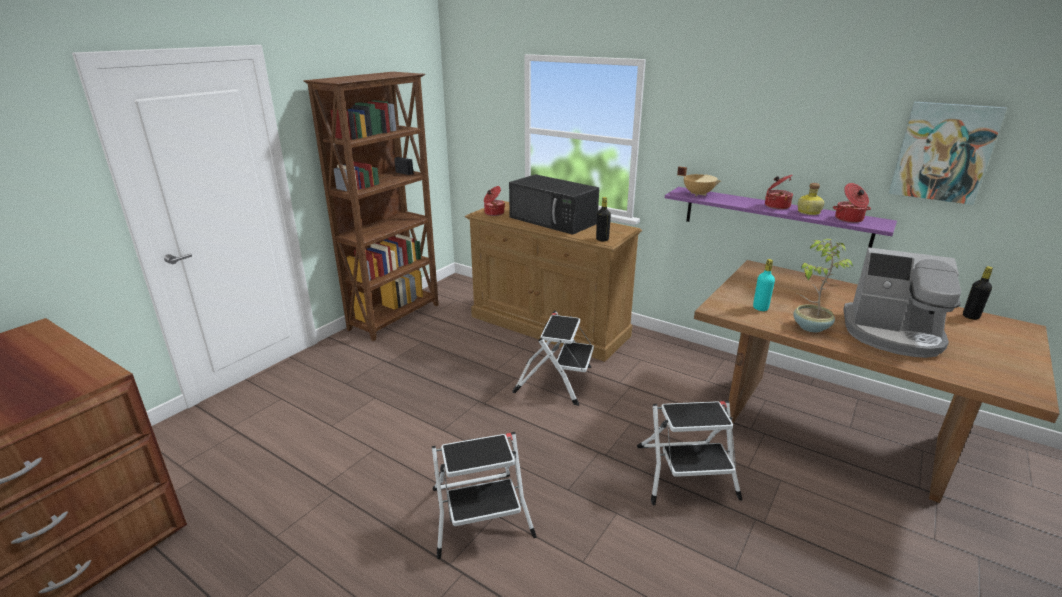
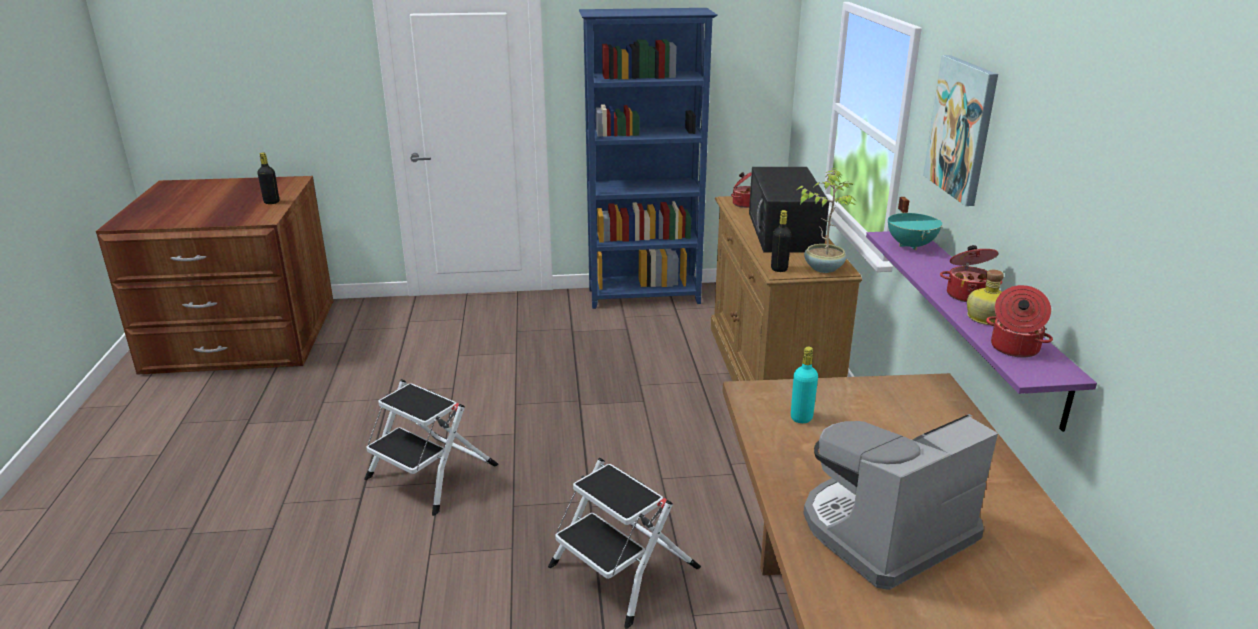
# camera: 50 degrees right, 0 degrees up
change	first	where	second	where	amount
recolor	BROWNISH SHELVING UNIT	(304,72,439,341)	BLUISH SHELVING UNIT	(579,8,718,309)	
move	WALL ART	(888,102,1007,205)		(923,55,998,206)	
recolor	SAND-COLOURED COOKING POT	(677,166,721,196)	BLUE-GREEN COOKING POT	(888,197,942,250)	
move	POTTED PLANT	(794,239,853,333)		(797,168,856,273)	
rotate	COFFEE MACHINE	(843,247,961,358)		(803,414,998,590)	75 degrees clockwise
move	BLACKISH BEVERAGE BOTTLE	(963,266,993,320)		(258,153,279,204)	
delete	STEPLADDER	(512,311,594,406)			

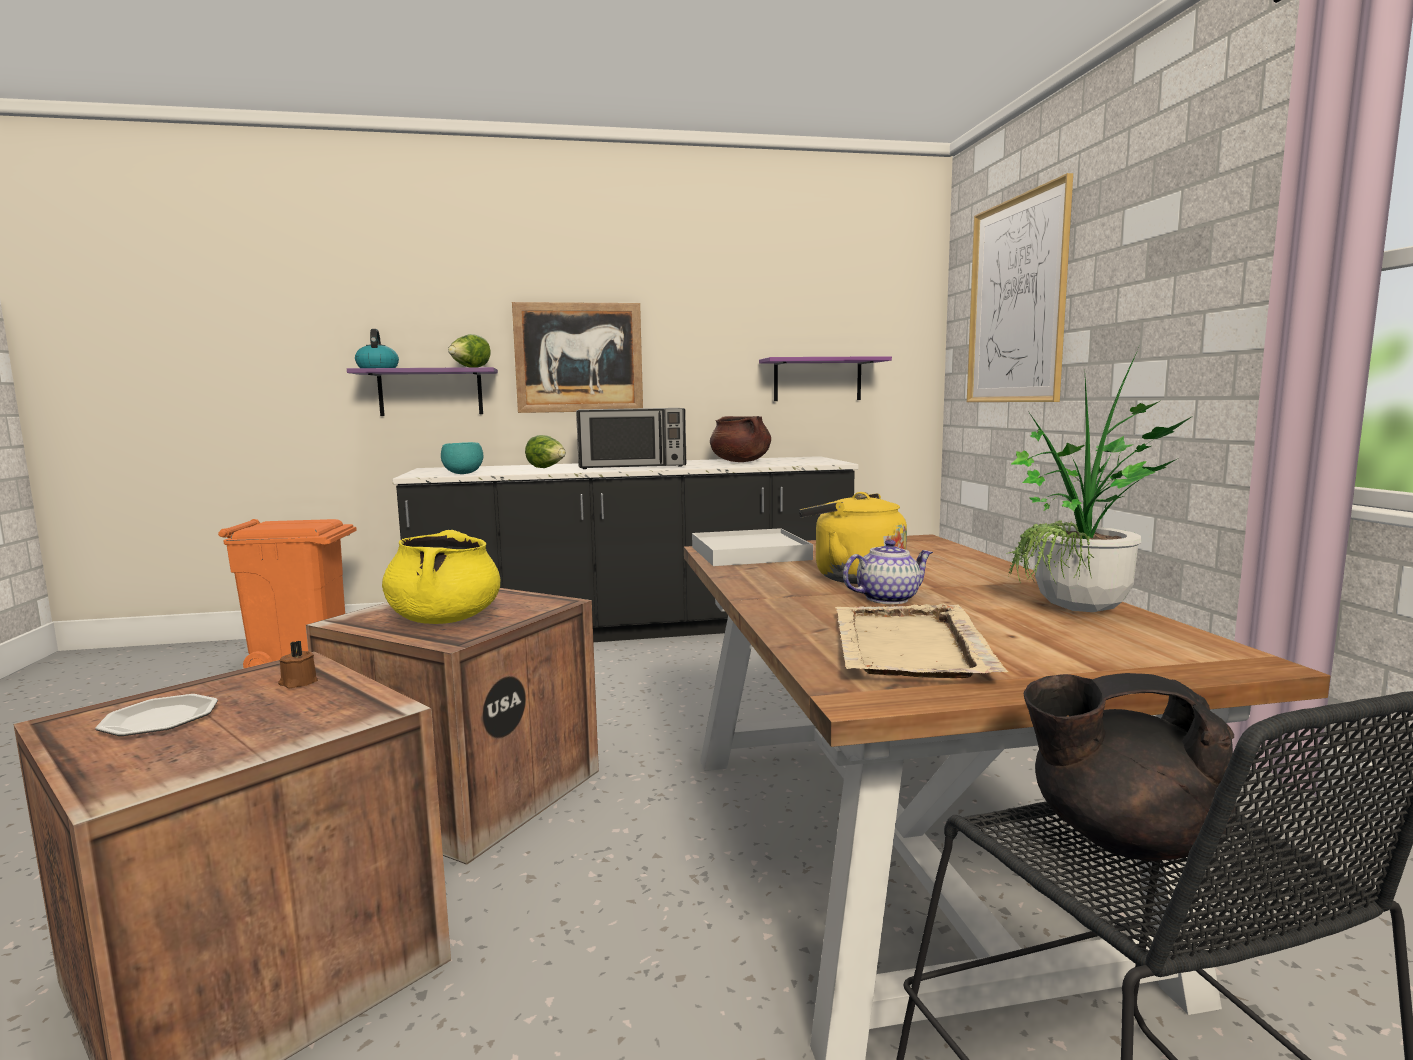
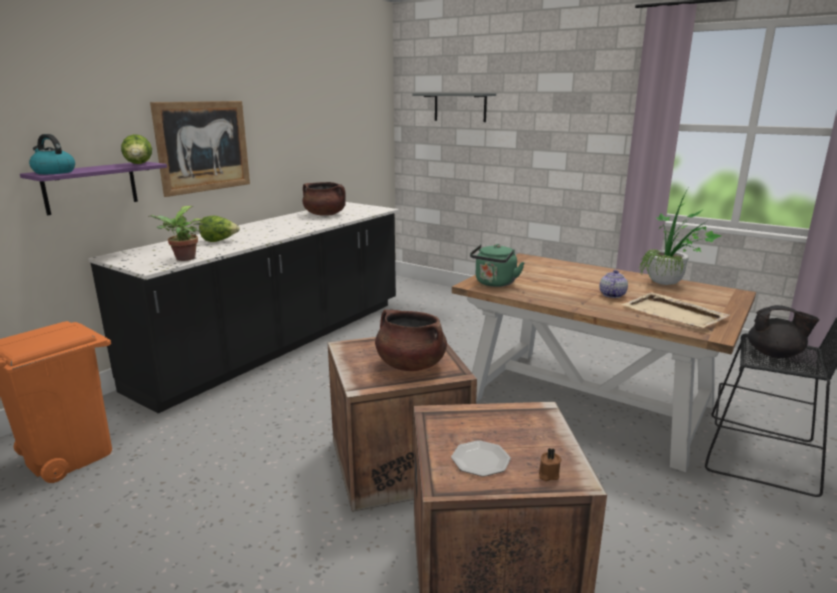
# camera: 45 degrees left, 10 degrees up
change	first	where	second	where	amount
replace	WALL ART	(967,173,1073,402)	GREY WALL SHELF	(412,93,496,122)	
delete	PURPLE WALL SHELF	(759,356,892,401)			
delete	KITCHEN MICROWAVE	(576,408,686,469)			
replace	BLUE-GREEN SERVING BOWL	(441,442,483,474)	POTTED PLANT	(148,206,203,261)	
delete	YELLOW KETTLE	(799,492,907,584)			
replace	WHITISH CARRYING TRAY	(692,528,813,566)	GREENISH KETTLE	(470,244,525,287)	
recolor	YELLOW COOKING POT	(382,530,500,624)	BROWNISH COOKING POT	(375,309,447,371)	
move	BROWNISH WAX LIGHT	(278,641,318,688)		(539,448,562,481)	
rotate	BLACKISH TEA POT	(1024,673,1236,861)		(748,305,820,358)	120 degrees counterclockwise

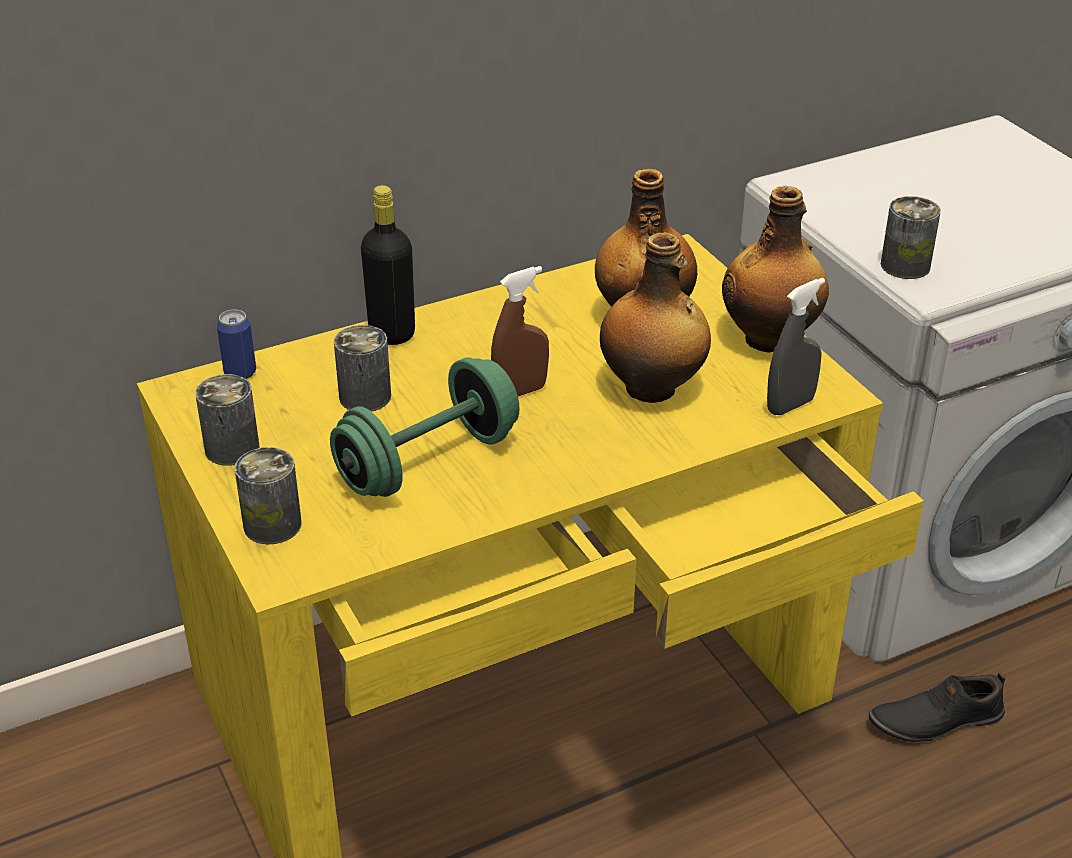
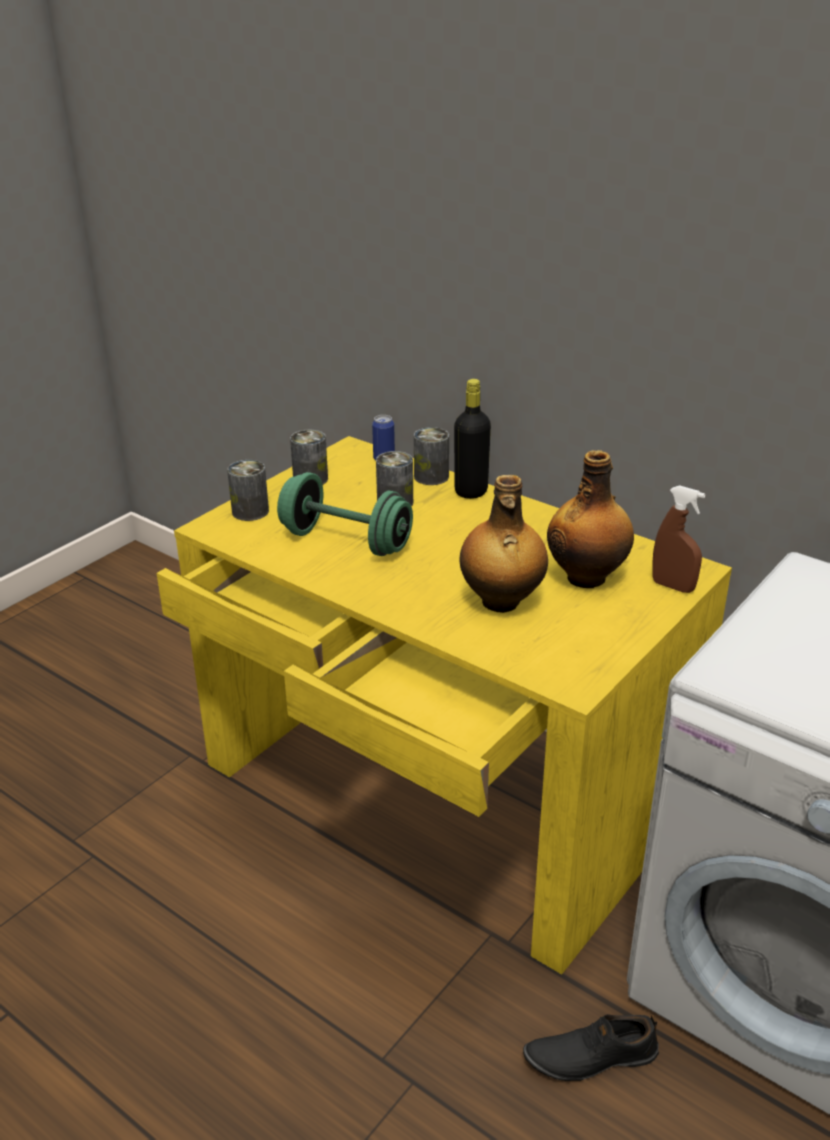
# camera: 65 degrees right, 5 degrees down
change	first	where	second	where	amount
delete	BEVERAGE BOTTLE	(722,186,829,353)			
move	SEALED CAN	(881,196,941,279)		(414,427,449,485)	
move	BROWNISH SPRAYER	(491,266,549,396)		(652,485,705,593)	
delete	GREY SPRAYER	(767,278,825,415)			
rotate	BLACKISH LOW SHOE	(869,672,1005,742)		(523,1014,659,1081)	60 degrees counterclockwise

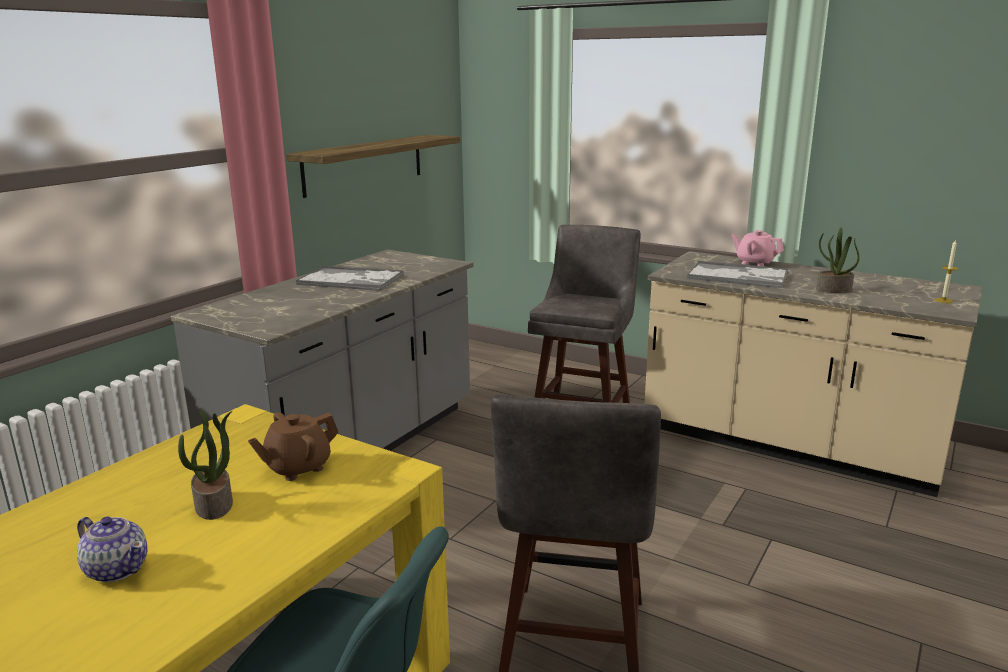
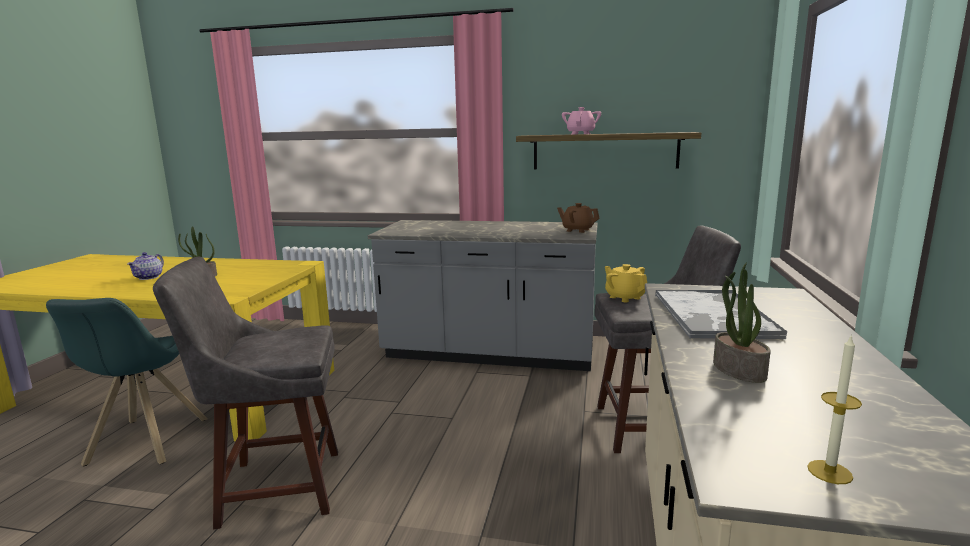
# camera: 70 degrees right, 5 degrees down
change	first	where	second	where	amount
move	PINK TEA POT	(731,230,784,267)		(562,107,601,135)	
delete	CARRYING TRAY	(296,266,404,291)			
move	BROWNISH TEA POT	(248,412,339,481)		(557,203,600,233)	
insert			YELLOW TEA POT	(605,264,647,302)	

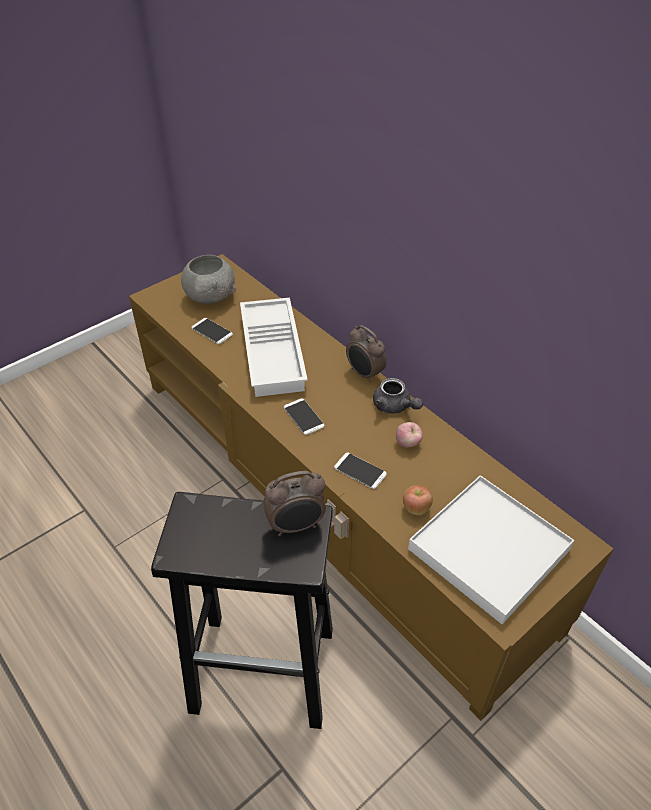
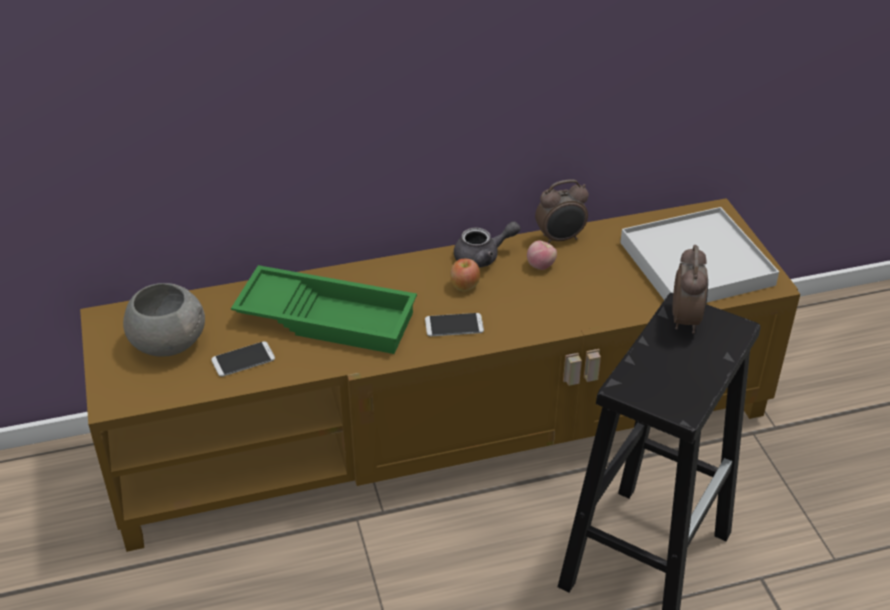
# camera: 65 degrees left, 5 degrees down
change	first	where	second	where	amount
recolor	WHITISH CARRYING TRAY	(240,297,308,397)	GREENISH CARRYING TRAY	(231,265,417,354)	
move	BEDSIDE CLOCK	(346,325,386,383)		(535,179,589,243)	
delete	PHONE	(334,452,387,489)			
move	APPLE FRUIT	(403,485,433,515)		(450,259,480,291)	

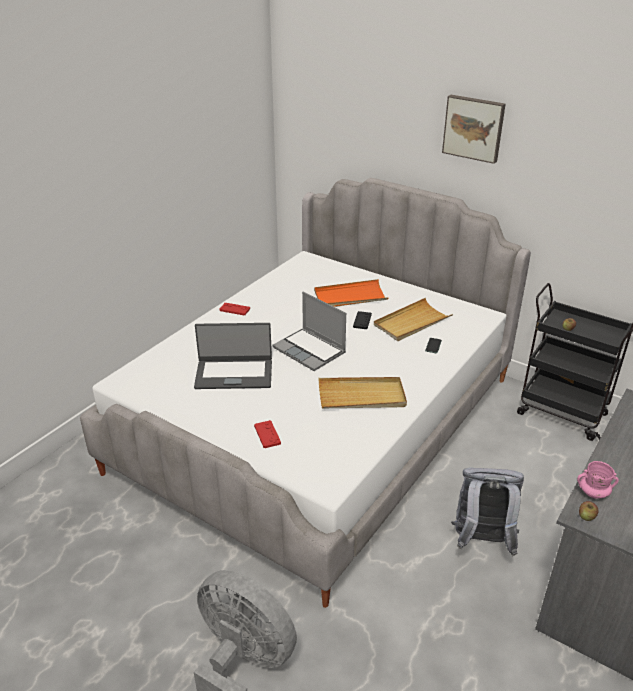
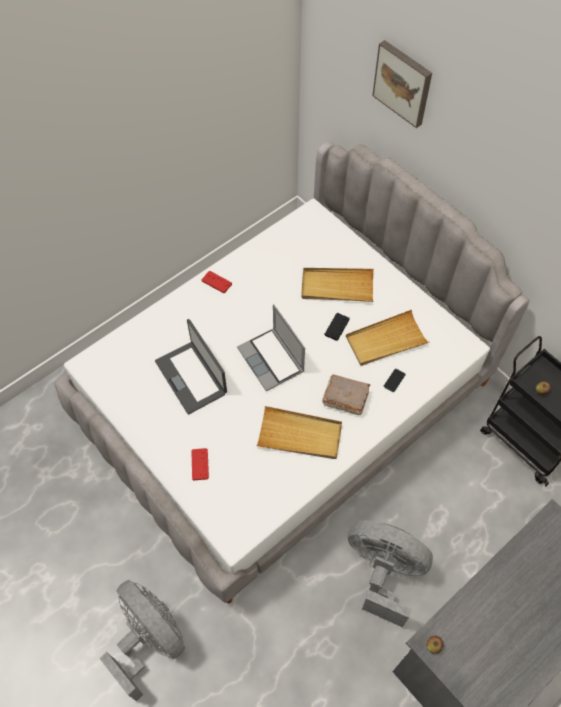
# camera: 15 degrees right, 25 degrees up
change	first	where	second	where	amount
move	WALL ART	(442,95,506,164)		(372,40,432,128)	
recolor	ORANGE CARRYING TRAY	(314,279,388,307)	SAND-COLOURED CARRYING TRAY	(301,268,374,302)	
rotate	PORTABLE COMPUTER	(194,323,272,389)		(155,319,227,414)	45 degrees clockwise
delete	PINK COFFEE MUG	(577,461,619,499)			
replace	GREY BACKPACK	(451,467,524,556)	GREY FAN	(348,520,433,627)	
insert			BROWNISH VOLUME	(322,374,370,415)	

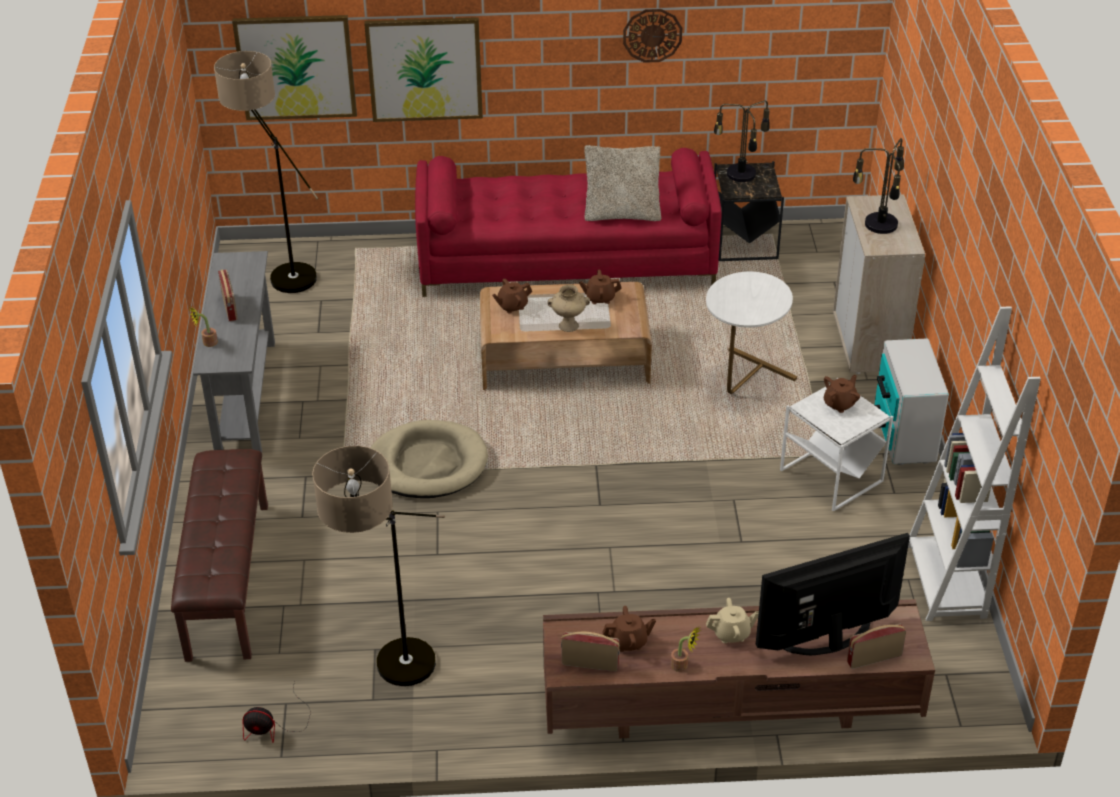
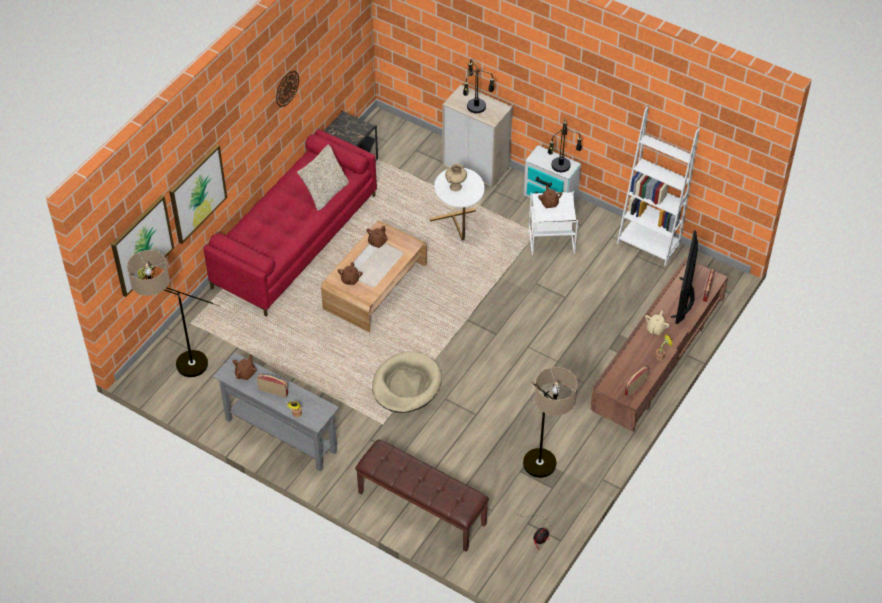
# camera: 55 degrees left, 10 degrees up
change	first	where	second	where	amount
move	TABLETOP LAMP	(714,101,770,182)		(548,118,582,172)	
move	SAND-COLOURED DECORATIVE VASE	(548,284,590,332)		(445,164,467,191)	
move	BROWNISH TEA POT	(603,606,656,652)		(233,354,257,380)	

